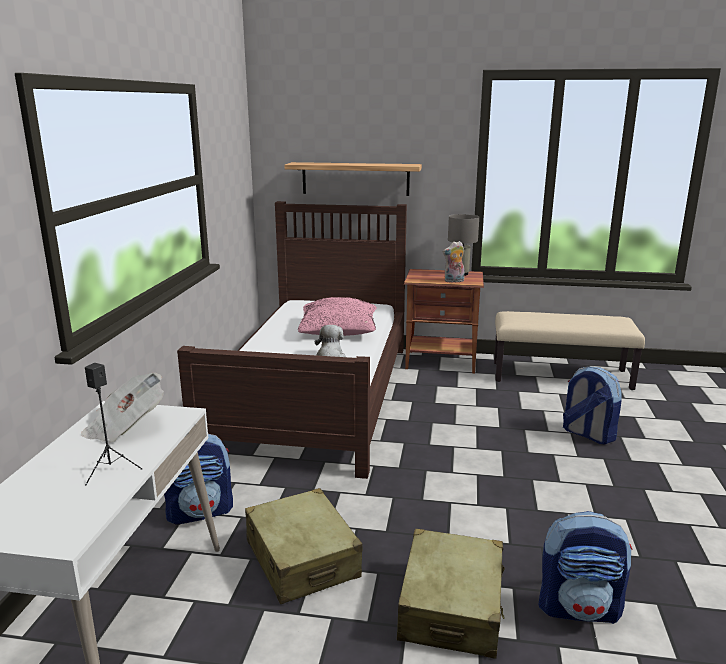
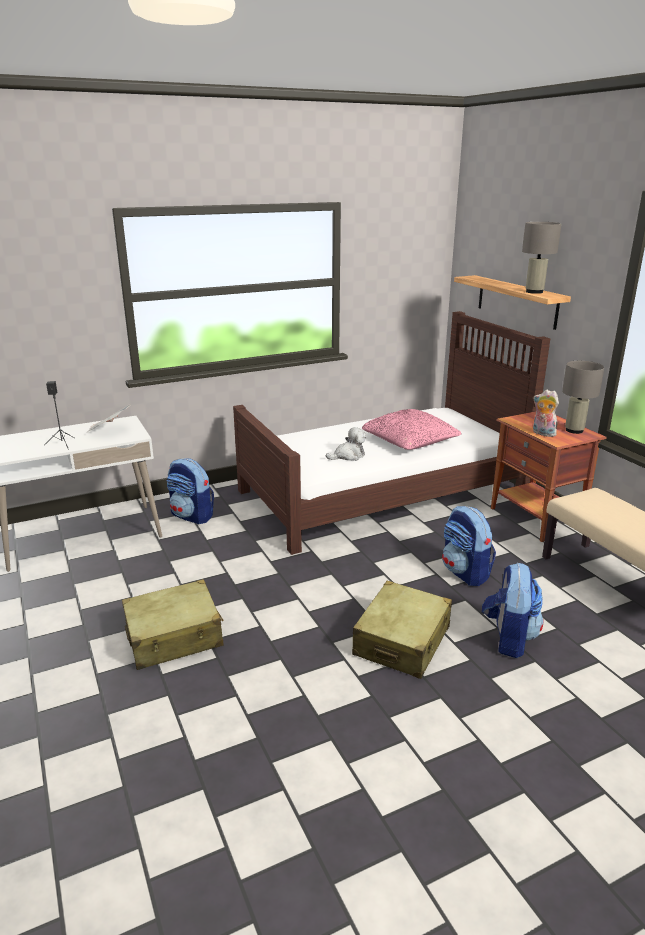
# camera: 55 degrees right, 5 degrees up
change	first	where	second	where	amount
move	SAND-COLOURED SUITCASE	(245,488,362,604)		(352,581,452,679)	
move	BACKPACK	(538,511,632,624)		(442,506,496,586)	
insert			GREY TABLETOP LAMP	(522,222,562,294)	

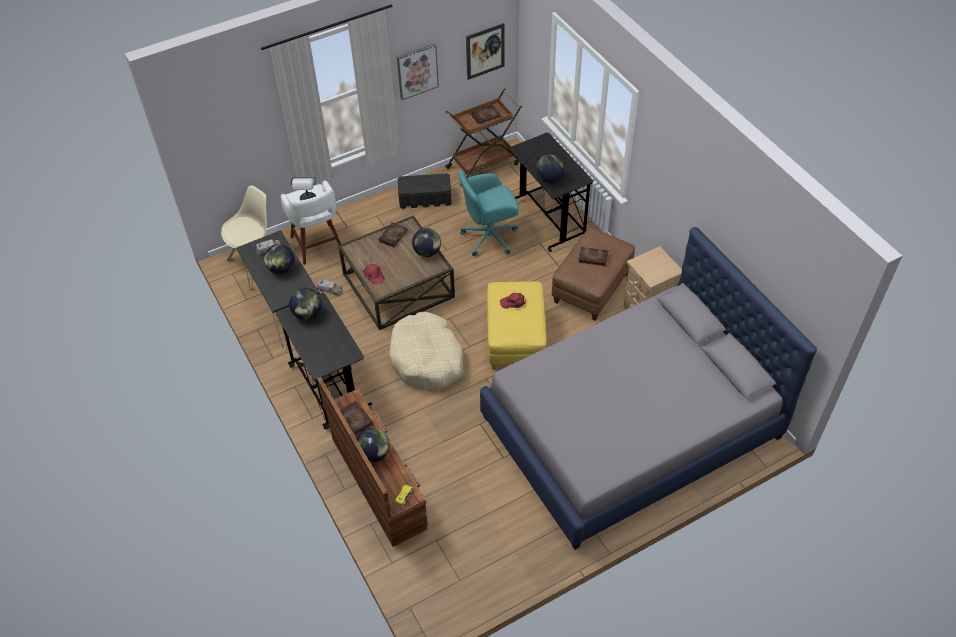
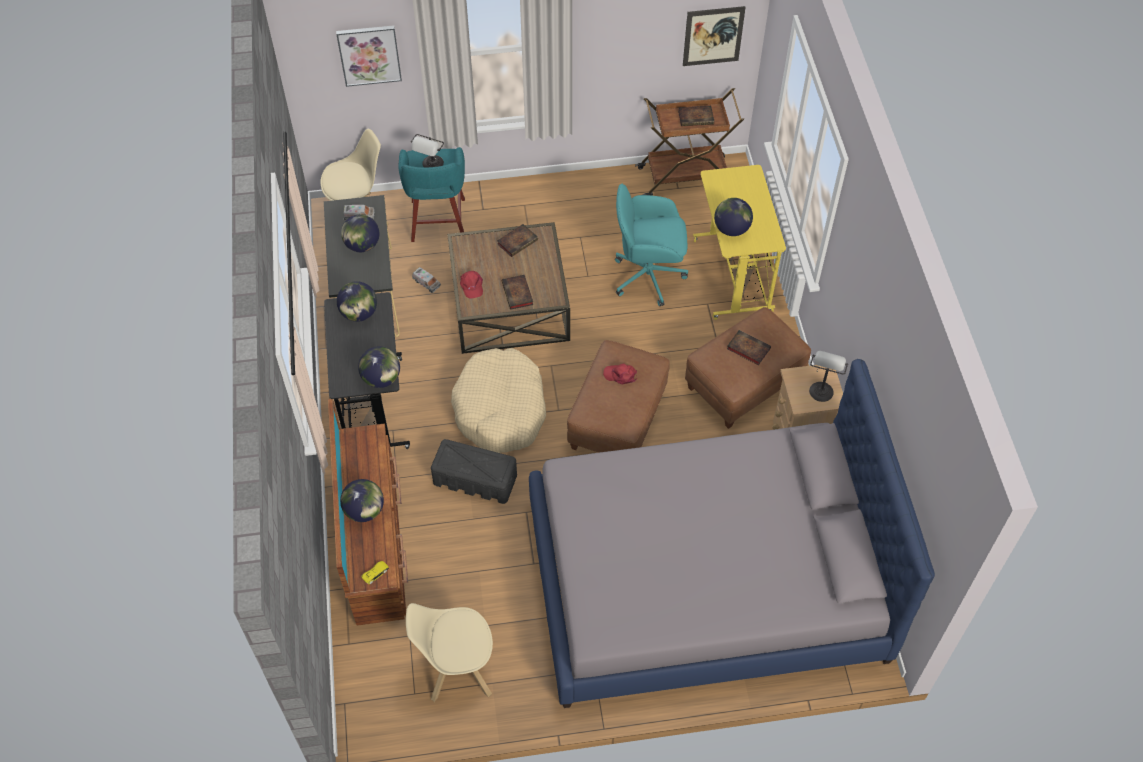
# camera: 20 degrees right, 5 degrees up
change	first	where	second	where	amount
move	WALL ART	(397,43,439,100)		(336,25,402,87)	
recolor	BLACKISH DESK TABLE	(509,133,593,252)	YELLOW DESK TABLE	(693,165,786,320)	
move	BLACKISH STORAGE BIN	(398,173,452,209)		(431,439,517,504)	
recolor	WHITISH STOOL SEAT	(281,181,341,265)	BLUE-GREEN STOOL SEAT	(398,147,465,242)	
move	WORLD GLOBE	(412,228,441,257)		(358,346,400,388)	
recolor	YELLOW POUFFE	(487,282,547,370)	BROWNISH POUFFE	(567,340,670,453)	
move	VOLUME	(340,401,373,435)		(502,275,533,309)	
insert			TABLETOP LAMP	(809,351,848,402)	
insert			SAND-COLOURED PLAIN CHAIR	(406,603,493,702)	

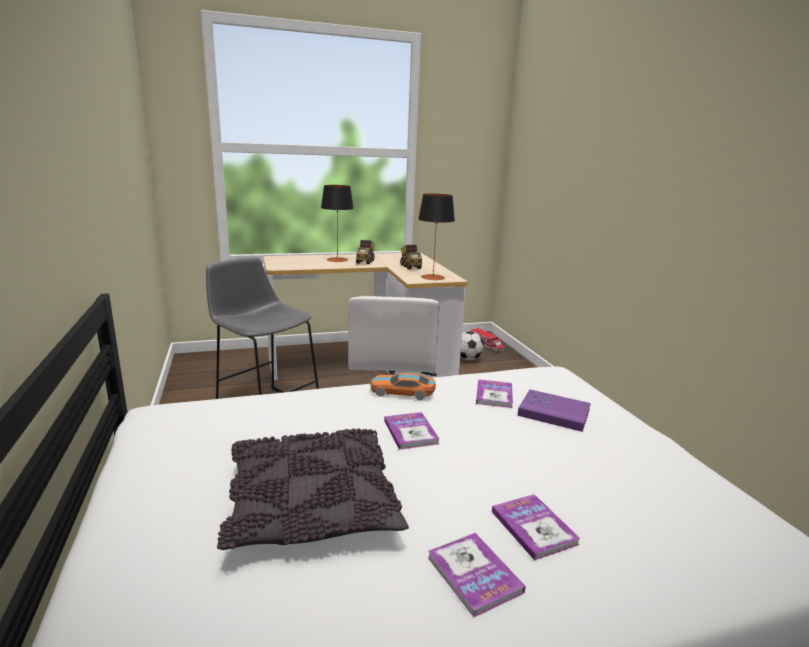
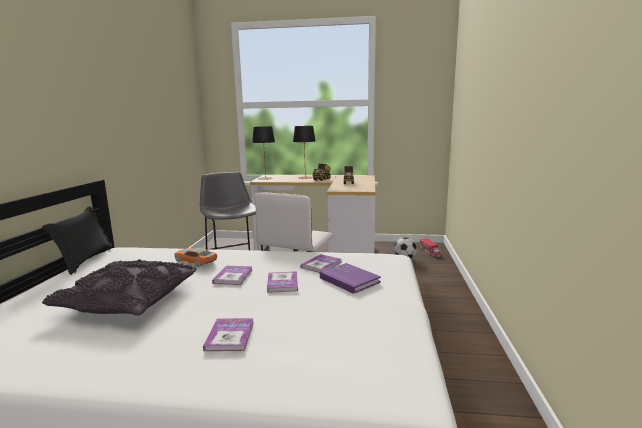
# camera: 25 degrees right, 5 degrees down
change	first	where	second	where	amount
move	TABLETOP LAMP	(418,194,455,280)		(252,126,275,180)	
move	TOY CAR	(370,373,436,400)		(175,247,217,267)	
move	VOLUME	(428,533,526,617)		(267,271,298,293)	
insert			BLACKISH THROW PILLOW	(42,206,112,275)	

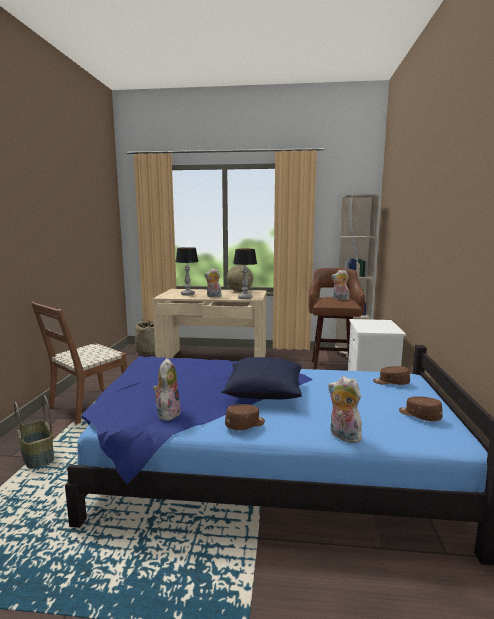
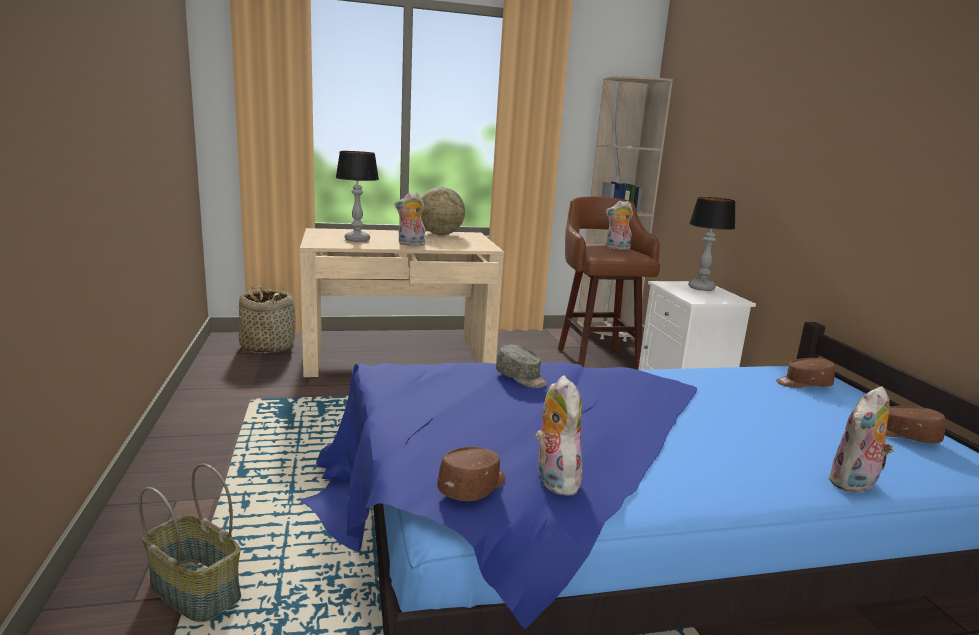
# camera: 20 degrees left, 5 degrees up
change	first	where	second	where	amount
move	TABLETOP LAMP	(233,249,257,299)		(688,197,735,291)	
delete	PLAIN CHAIR	(31,301,127,424)			
delete	BLUISH THROW PILLOW	(221,357,302,399)			
rotate	PLUSH TOY	(328,376,365,443)		(828,386,893,493)	60 degrees counterclockwise
move	BROWNISH PEAKED CAP	(225,404,265,430)		(437,447,505,501)	
insert			GREY PEAKED CAP	(496,345,547,388)	

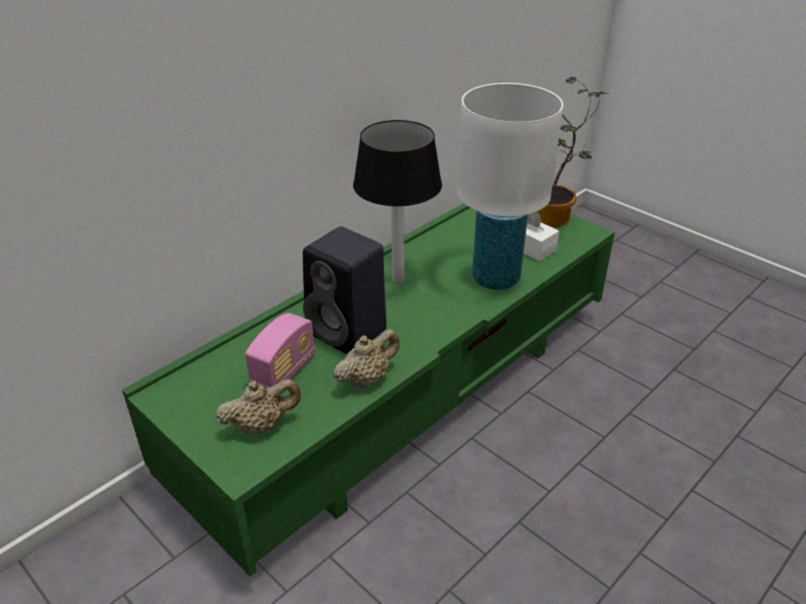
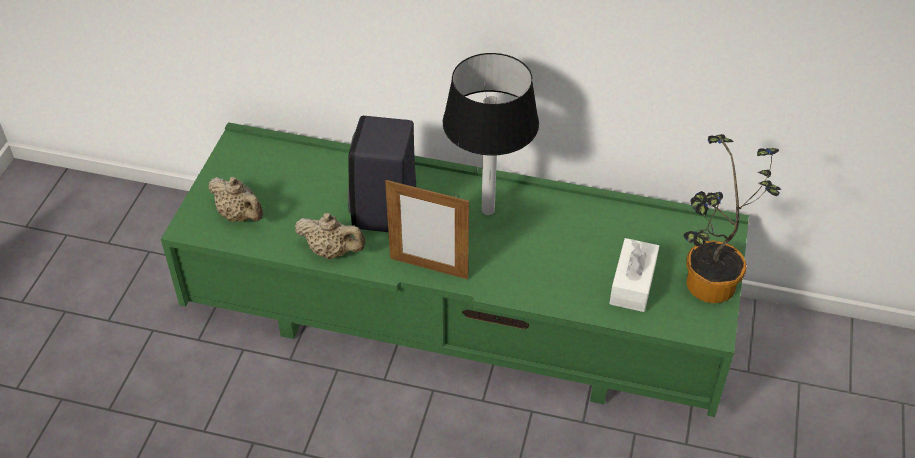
# camera: 60 degrees right, 10 degrees up
change	first	where	second	where	amount
delete	WHITISH TABLETOP LAMP	(457,83,564,290)			
delete	RADIO RECEIVER	(245,313,315,388)			
insert			PICTURE FRAME	(385,180,469,279)	

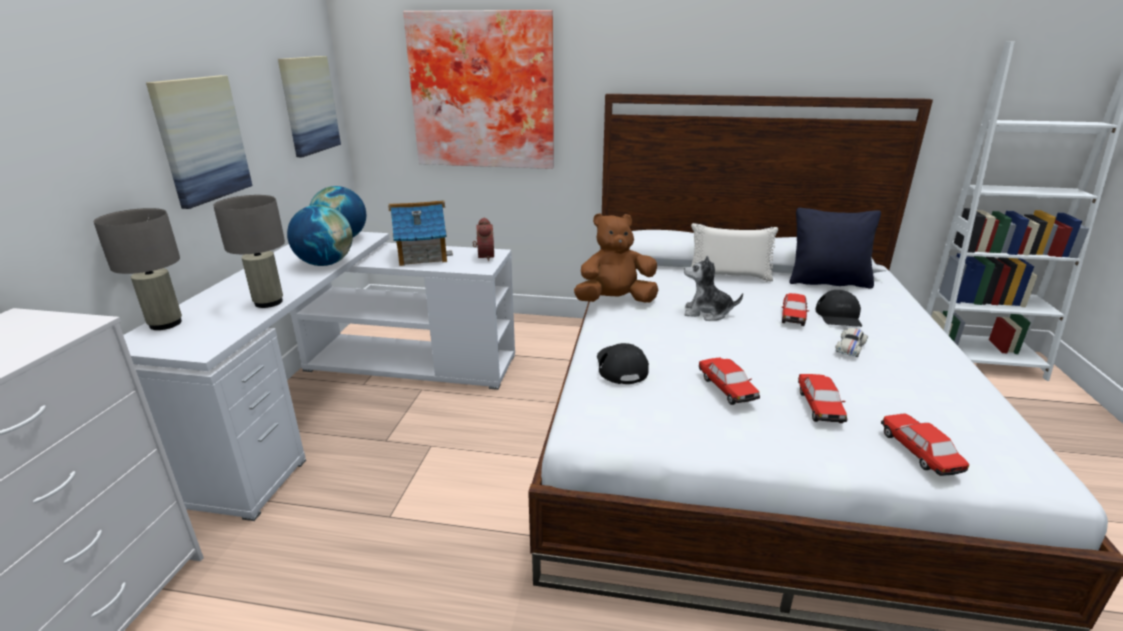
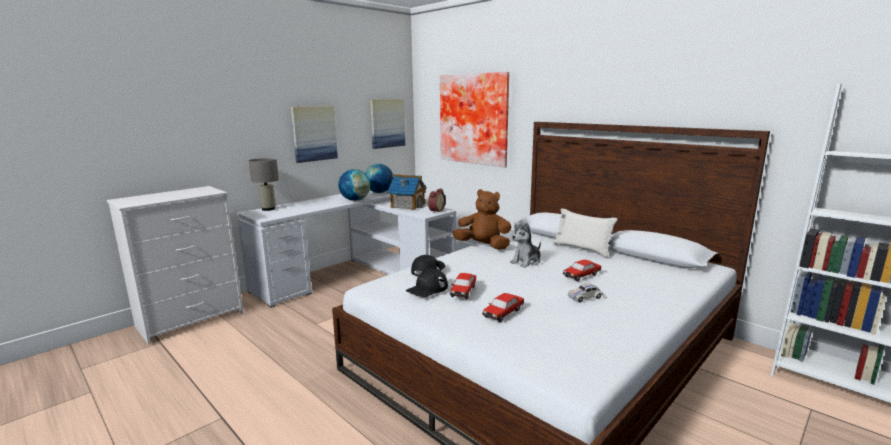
# camera: 35 degrees right, 10 degrees down
change	first	where	second	where	amount
delete	GREY TABLETOP LAMP	(213,195,285,308)			
delete	BLACKISH THROW PILLOW	(789,208,881,289)			
rotate	PLUSH TOY	(684,256,743,321)		(510,223,541,268)	90 degrees counterclockwise
move	BLACKISH PEAKED CAP	(815,290,862,327)		(406,268,448,297)	
delete	TOY CAR	(881,413,969,476)			

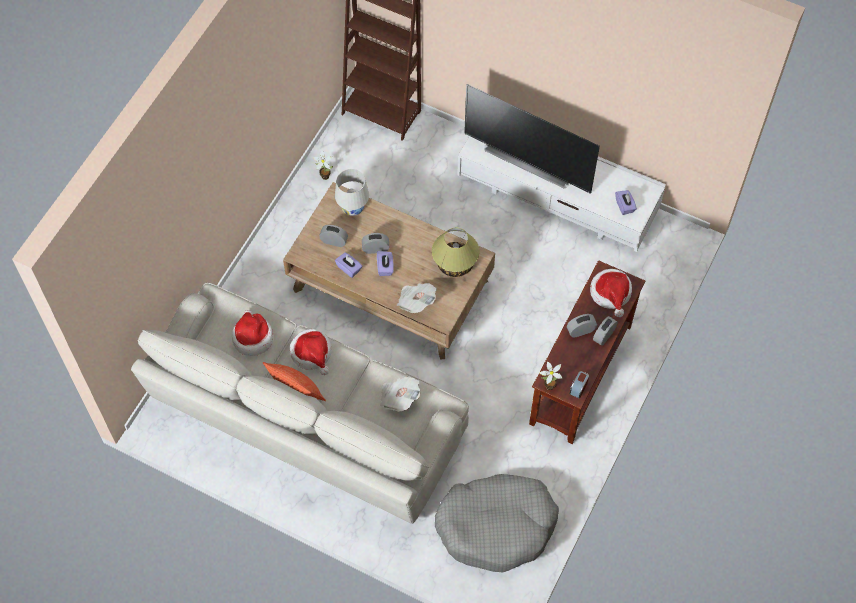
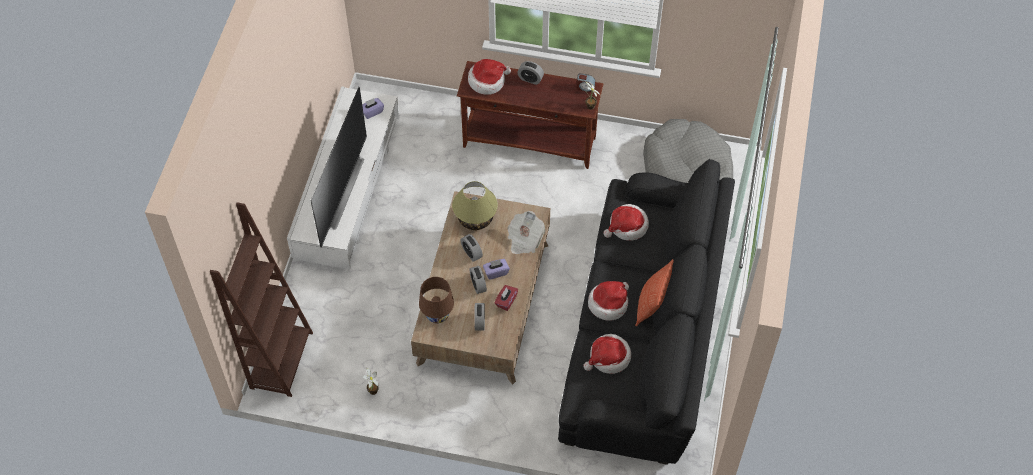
# camera: 105 degrees left, 5 degrees down
change	first	where	second	where	amount
recolor	WHITISH TABLETOP LAMP	(335,169,369,216)	BROWNISH TABLETOP LAMP	(419,277,454,324)	
recolor	PURPLE BOX OF TISSUES	(335,252,362,278)	REDDISH BOX OF TISSUES	(495,285,518,311)	
recolor	WHITISH SETTEE	(131,283,469,524)	BLACKISH SETTEE	(558,159,735,465)	
move	BEDSIDE CLOCK	(567,314,597,338)		(461,234,483,262)	
replace	PRINTED PAPER	(380,376,421,412)	HAT	(604,204,649,241)	

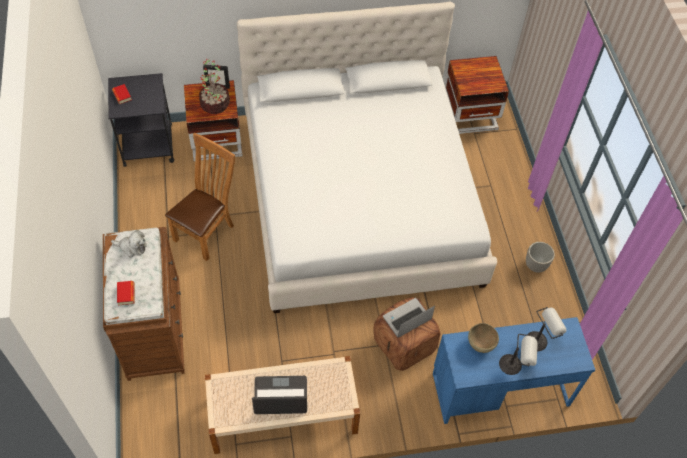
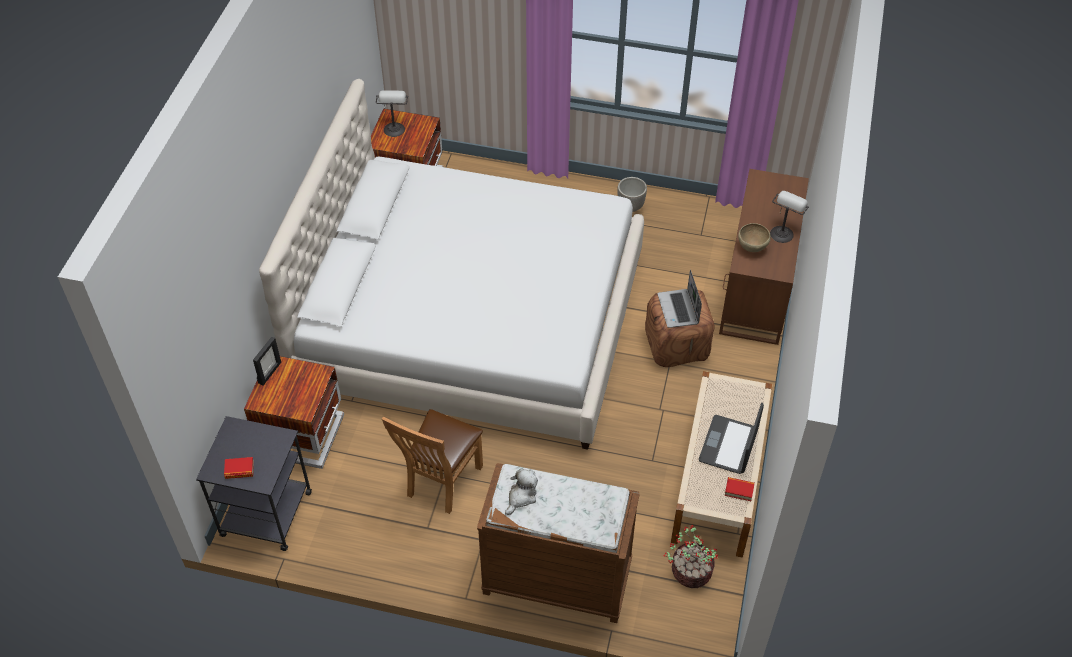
# camera: 65 degrees left, 5 degrees down
change	first	where	second	where	amount
move	POTTED PLANT	(199,59,230,114)		(664,525,718,588)	
rotate	BROWNISH PLAIN CHAIR	(165,133,235,261)		(382,409,483,514)	120 degrees counterclockwise
move	VOLUME	(117,281,135,306)		(725,477,755,501)	
move	TABLETOP LAMP	(527,307,566,351)		(376,90,408,137)	
recolor	BLUISH DESK TABLE	(433,317,595,424)	BROWNISH DESK TABLE	(719,169,809,345)	

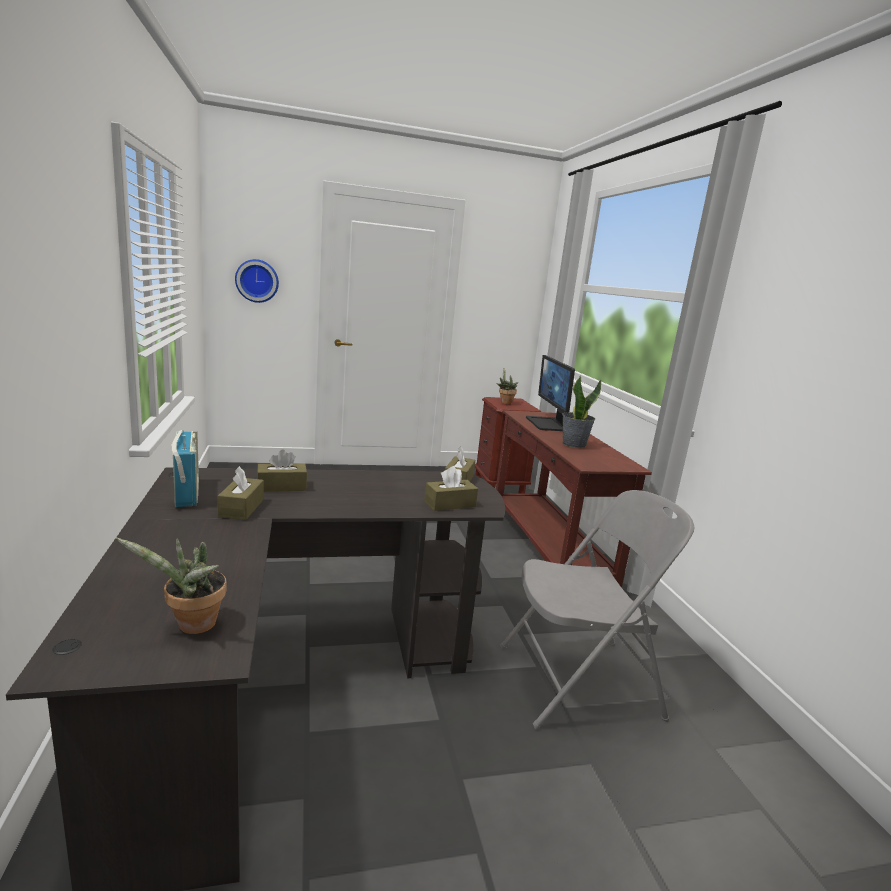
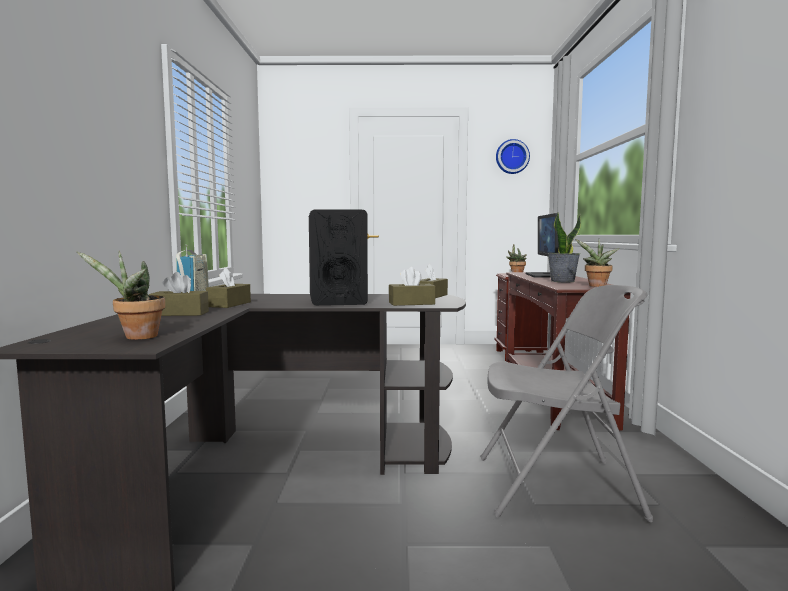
# camera: 15 degrees right, 10 degrees down
change	first	where	second	where	amount
move	WALL CLOCK	(235,259,279,303)		(496,139,530,174)	
move	BROWNISH BOX OF TISSUES	(257,449,307,492)		(149,272,209,316)	
insert			BLACKISH SPEAKER	(309,209,368,306)	
insert			POTTED PLANT	(575,239,620,287)	

